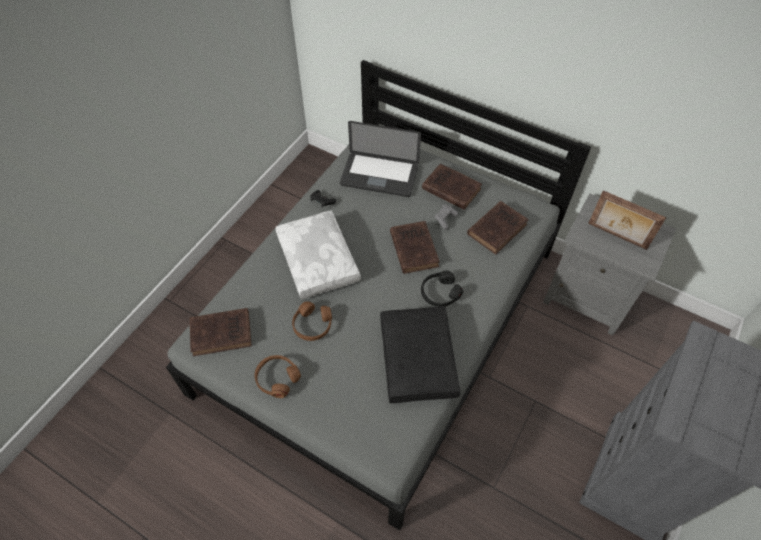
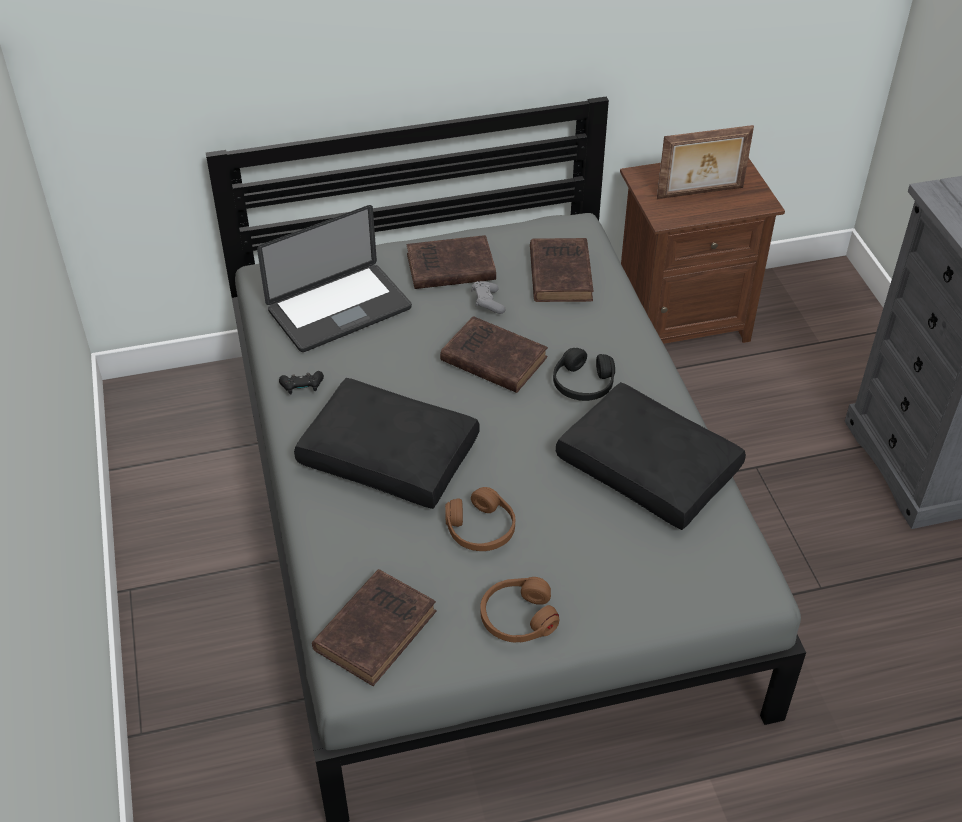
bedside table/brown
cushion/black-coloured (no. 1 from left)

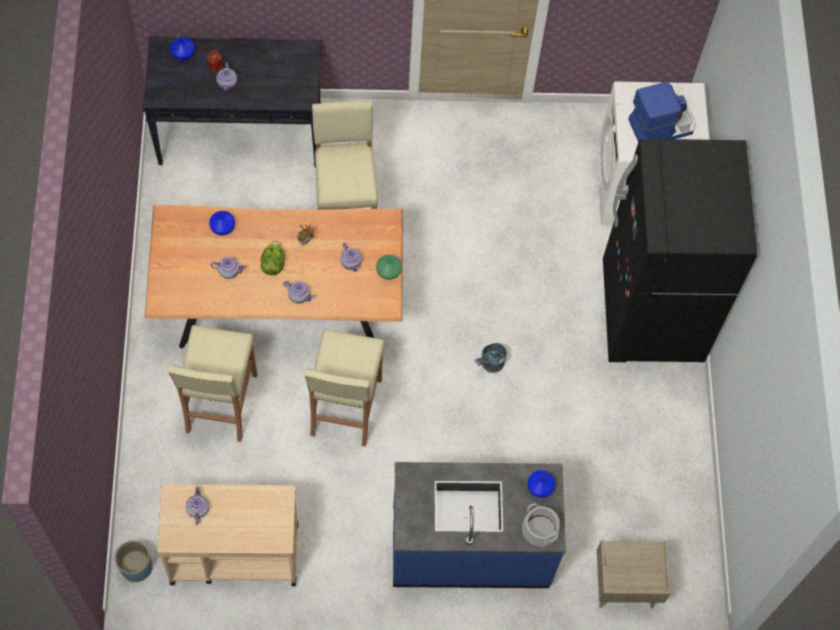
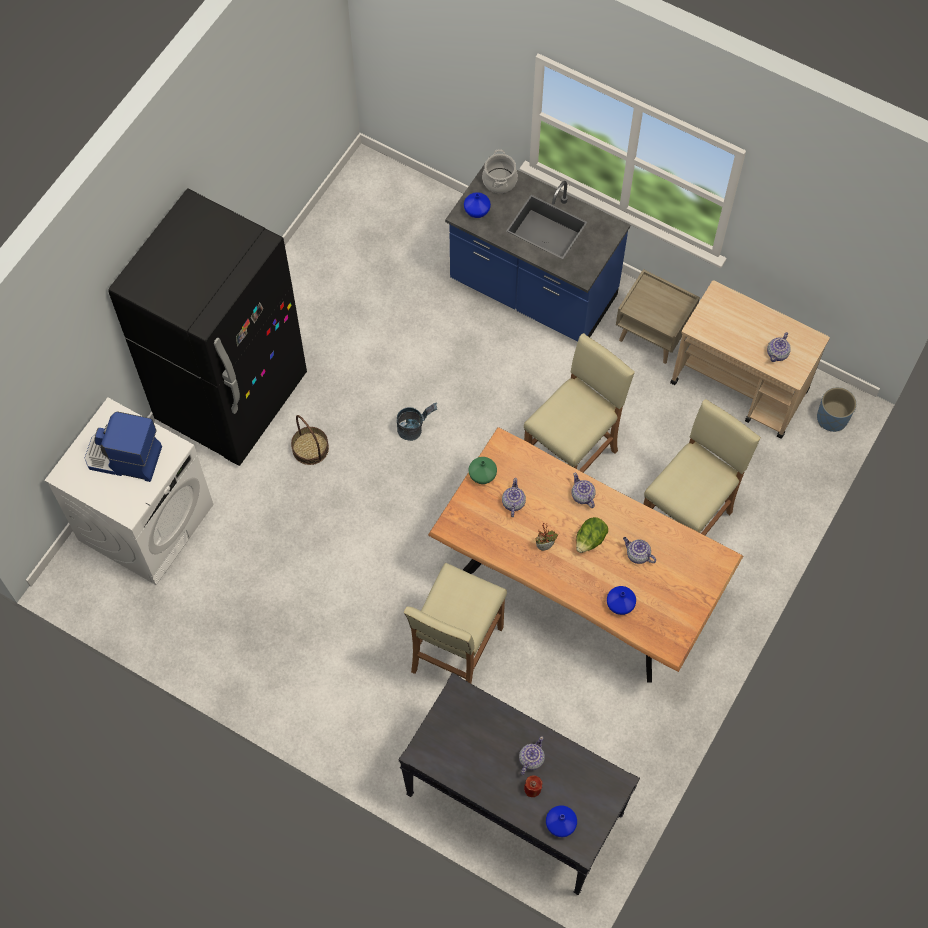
bedside table/beige
household basket

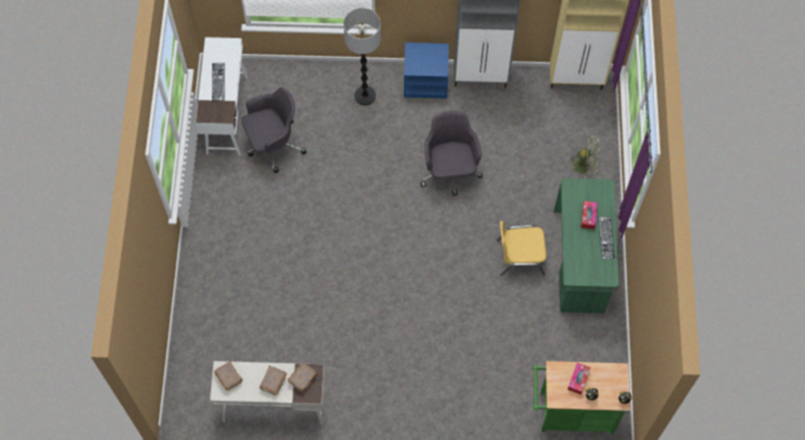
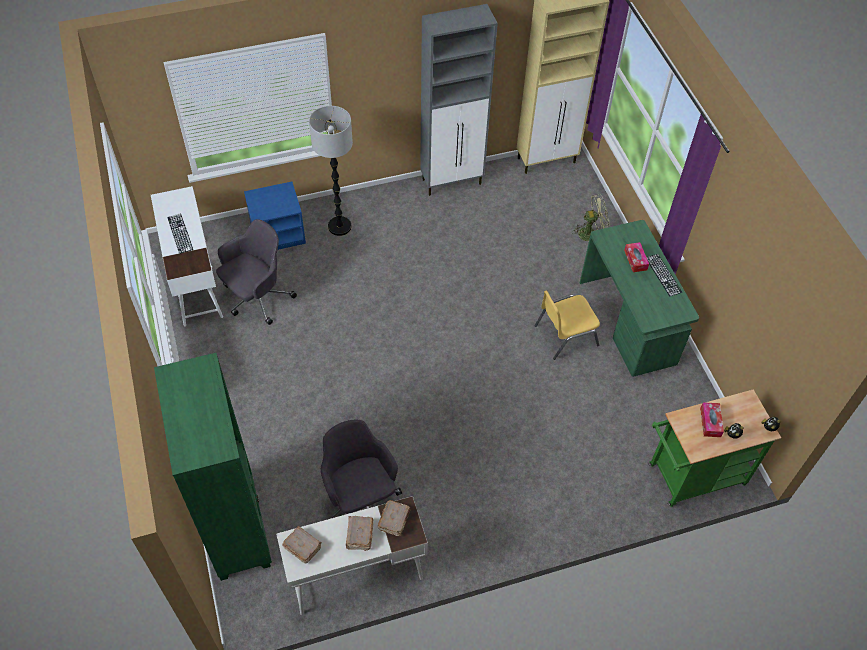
bedside table/blue
computer chair/gray (no. 2 from left)
shelving unit/green

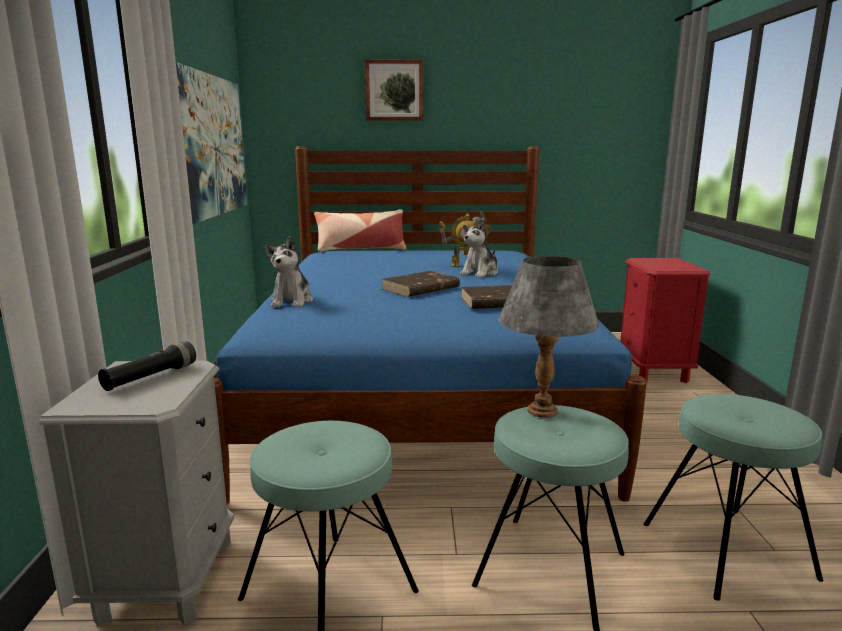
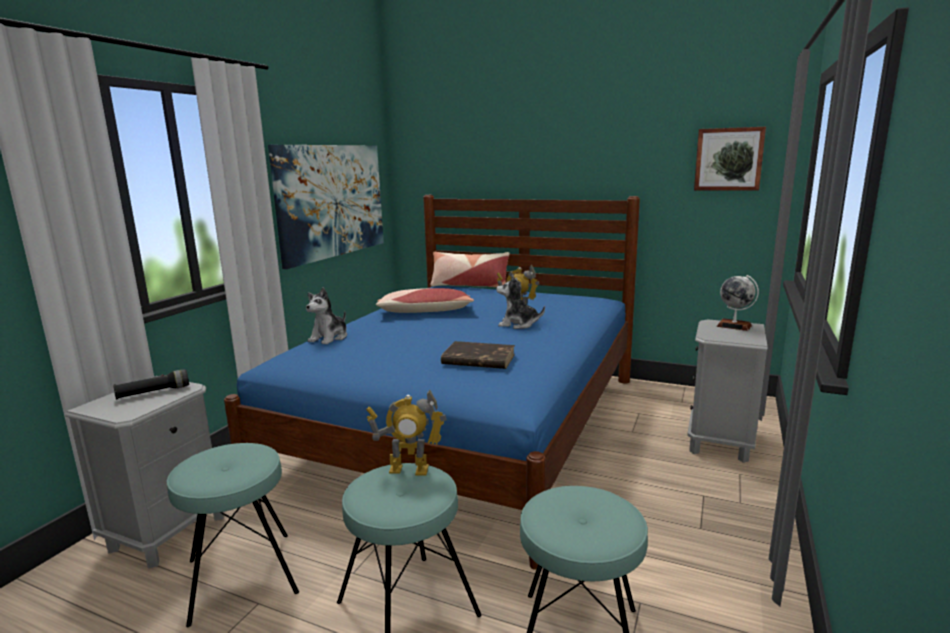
wall picture (no. 2 from left)
plush toy (no. 2 from left)
robot figure (no. 1 from left)
bedside table/gray (no. 2 from left)
bound book/brown (no. 1 from left in the first image)
desk globe
cushion (no. 1 from left)

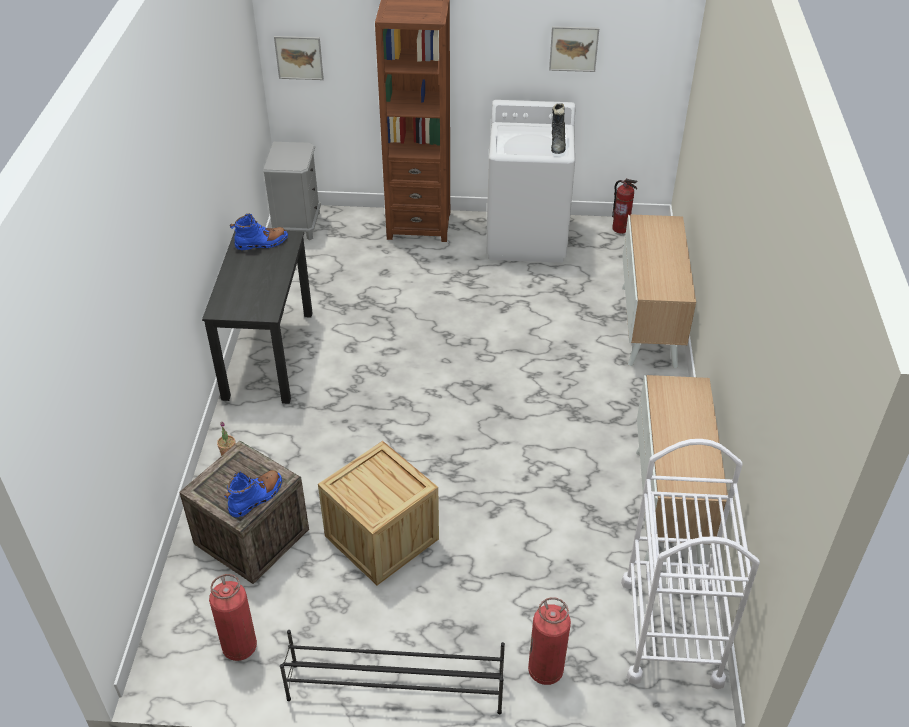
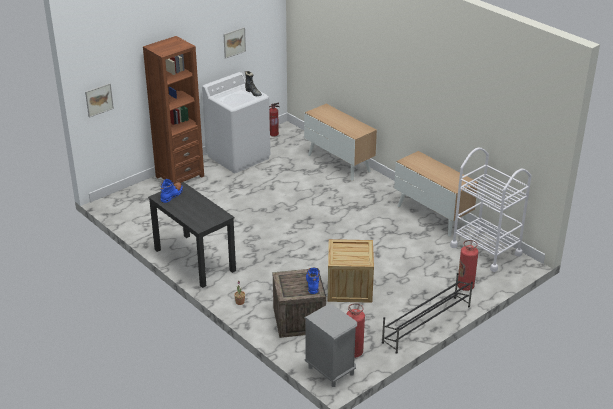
bedside table/gray

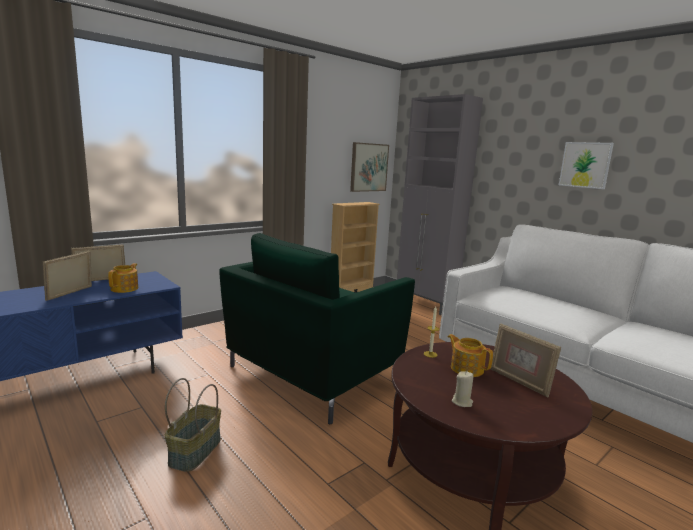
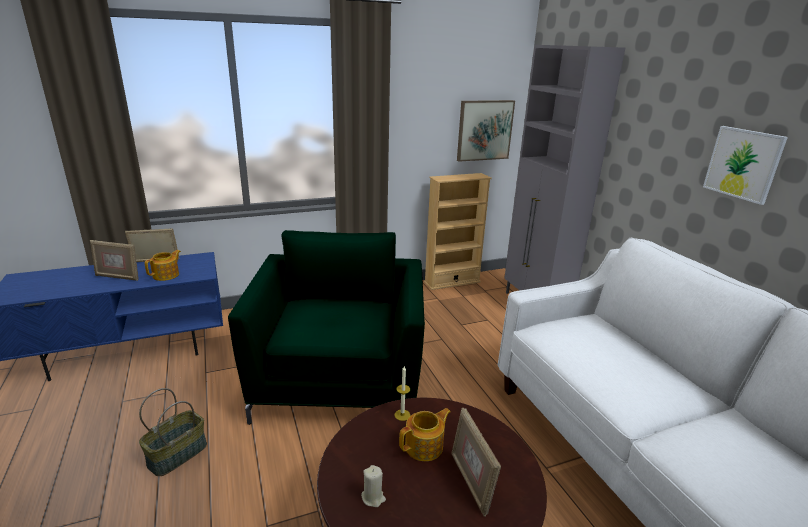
easy chair/green
standing frame (no. 1 from left)
tea pot (no. 2 from left)

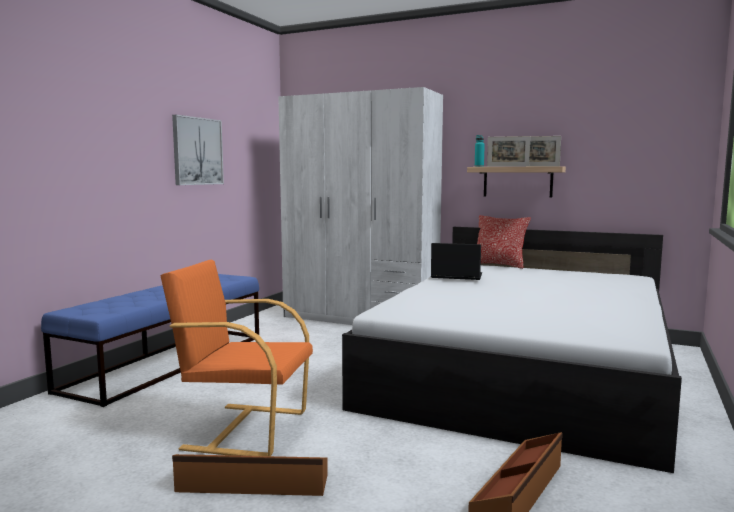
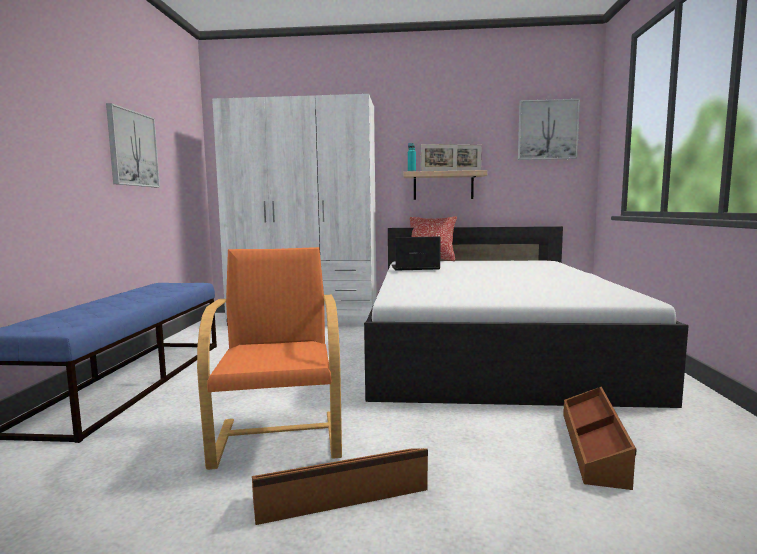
easy chair/orange
wall picture (no. 2 from left)

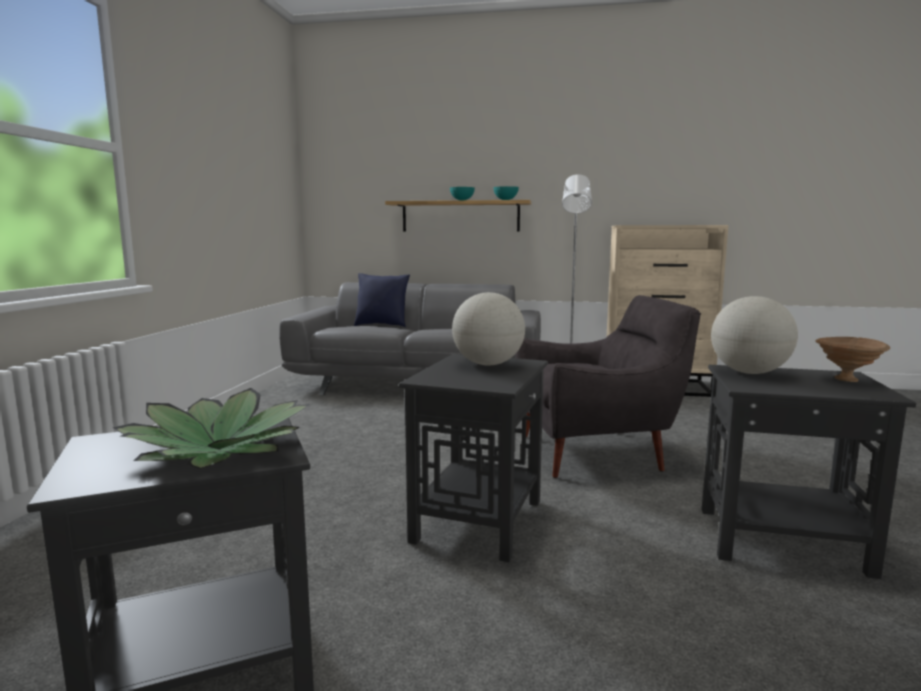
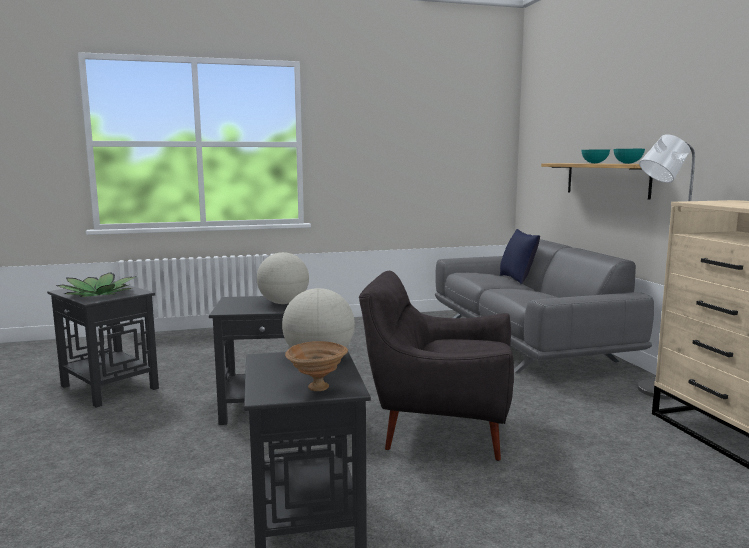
easy chair/gray

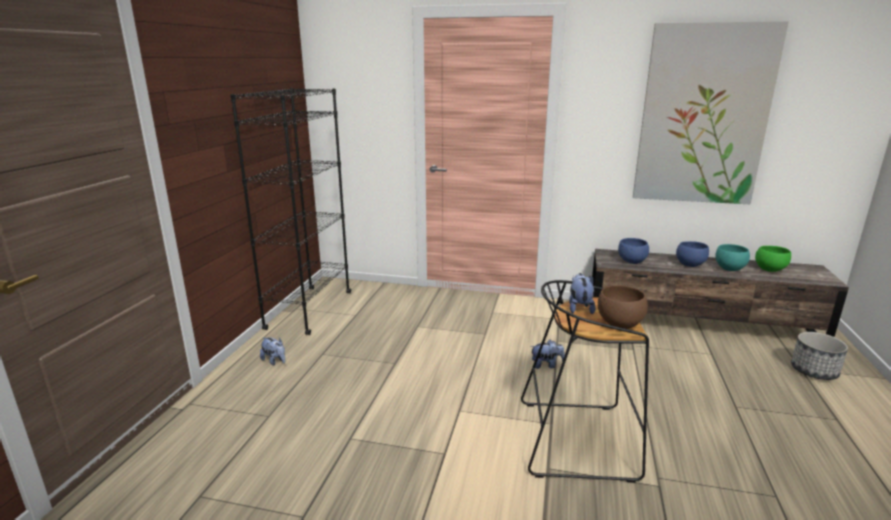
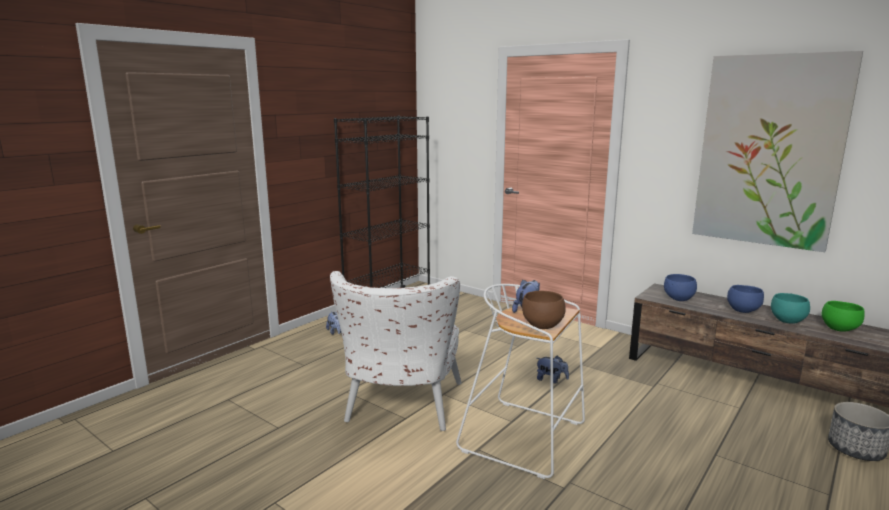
sitting stool/white-coloured
easy chair/white-coloured

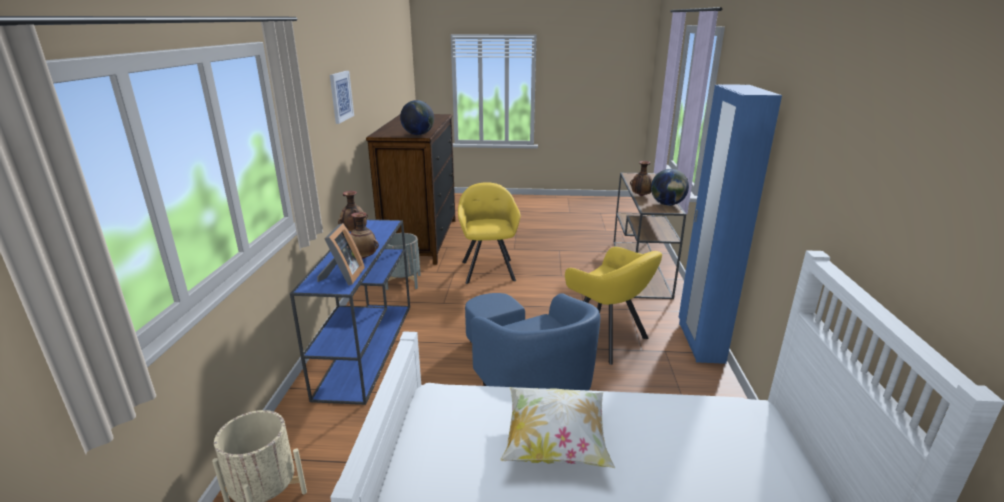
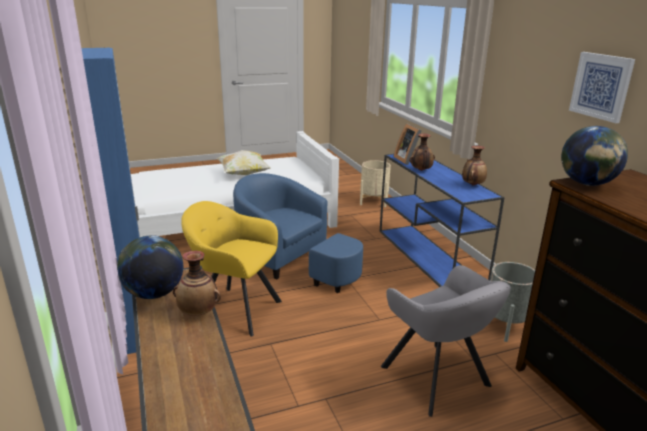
easy chair/gray

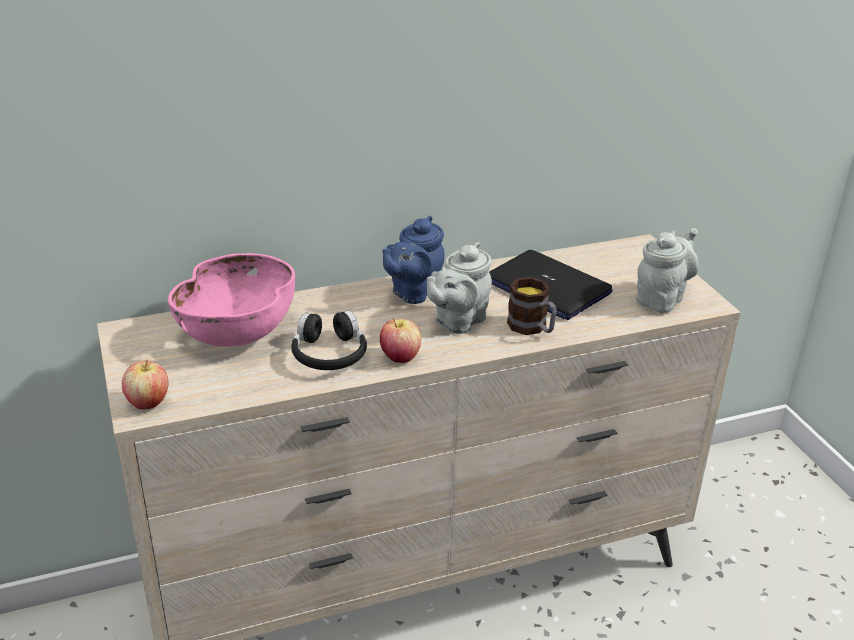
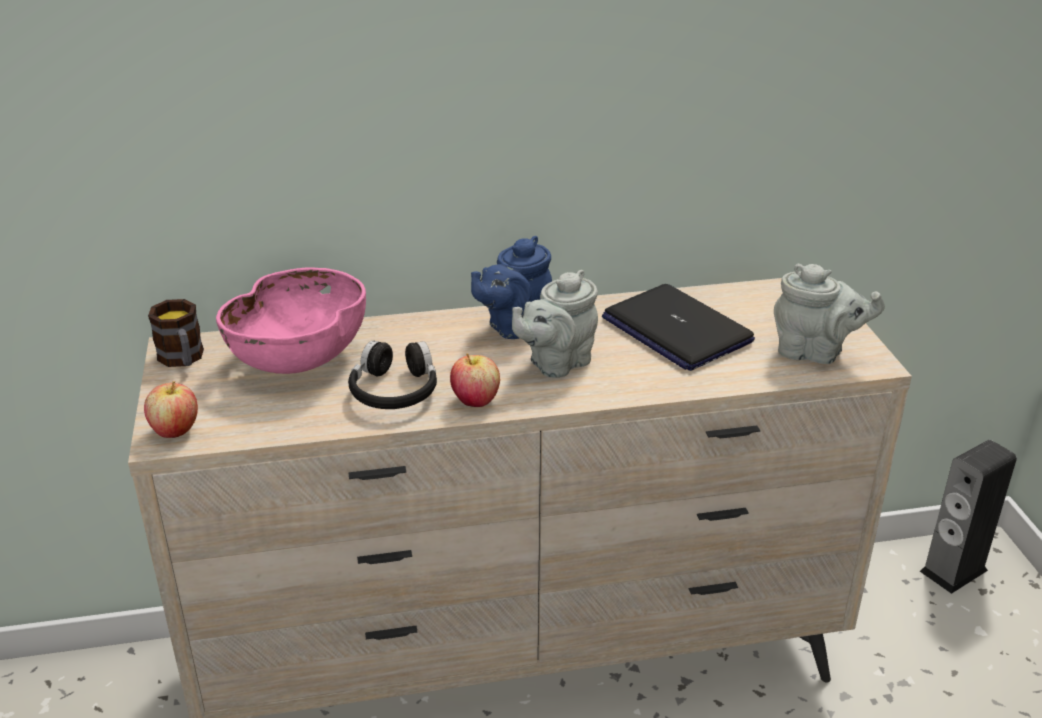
tea pot/gray (no. 2 from left)
coffee mug
speaker

